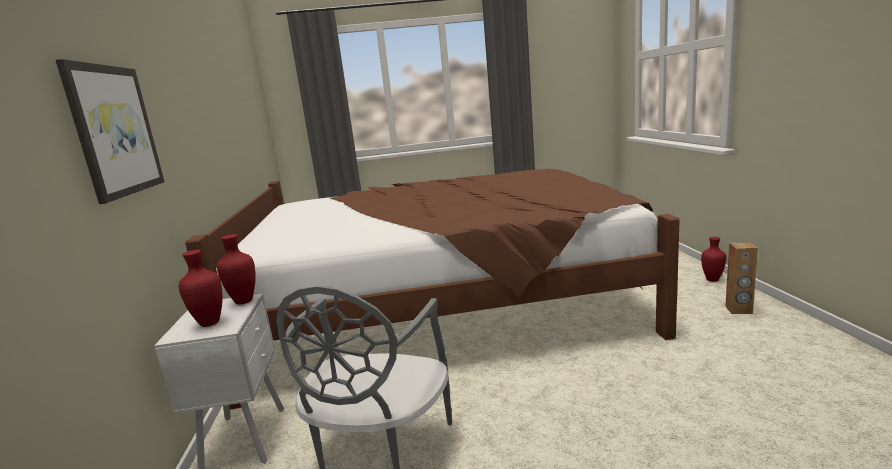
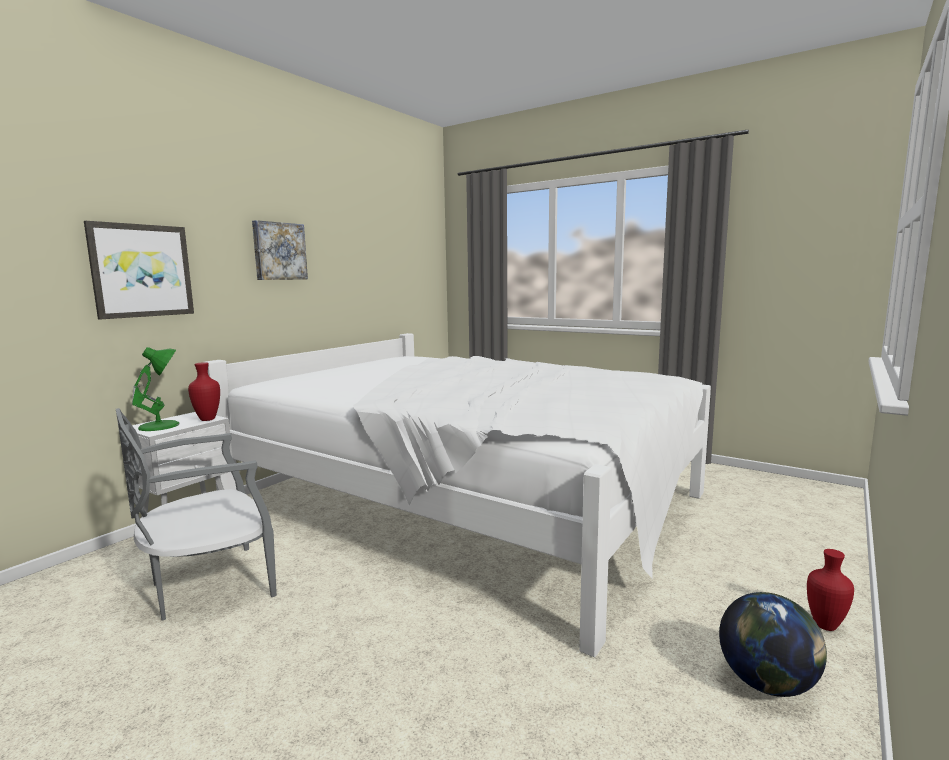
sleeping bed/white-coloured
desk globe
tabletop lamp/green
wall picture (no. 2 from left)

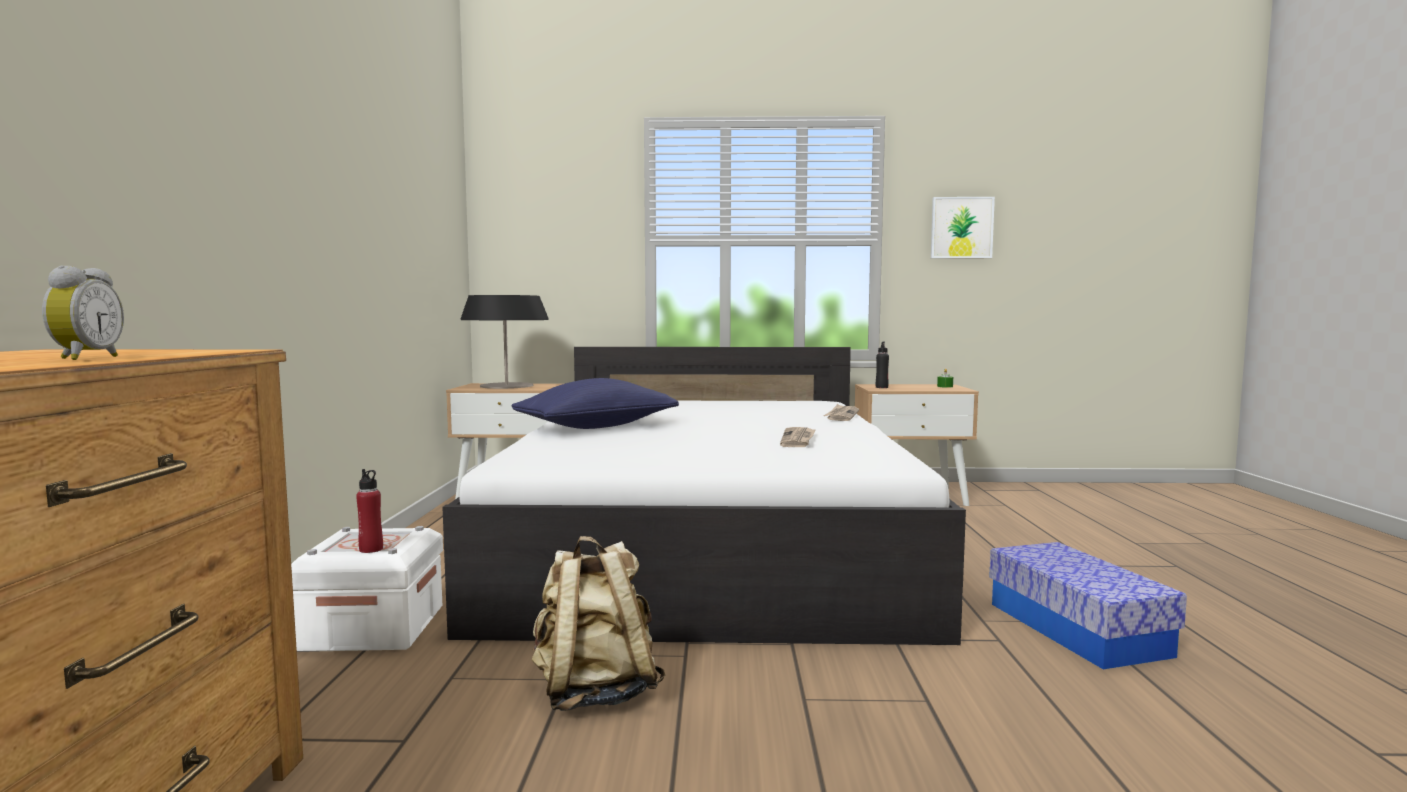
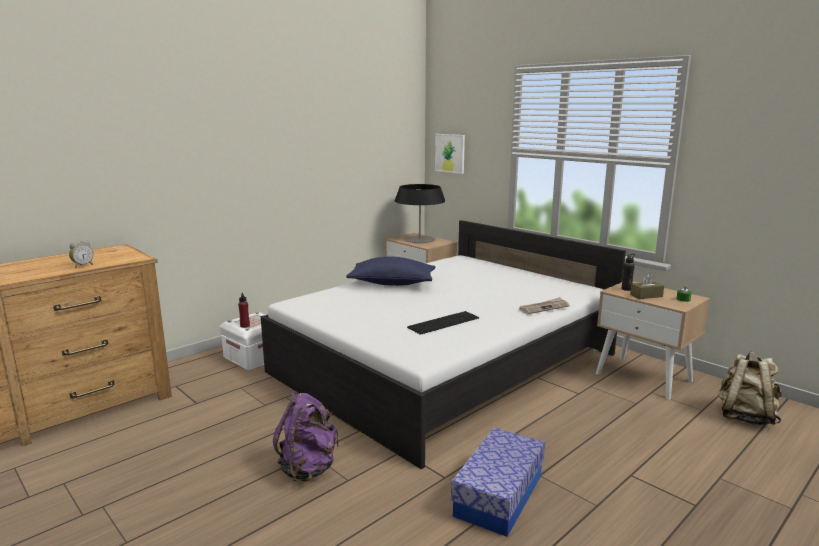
wall picture
computer keyboard
rucksack/beige
tissue holder/brown
rucksack/purplish

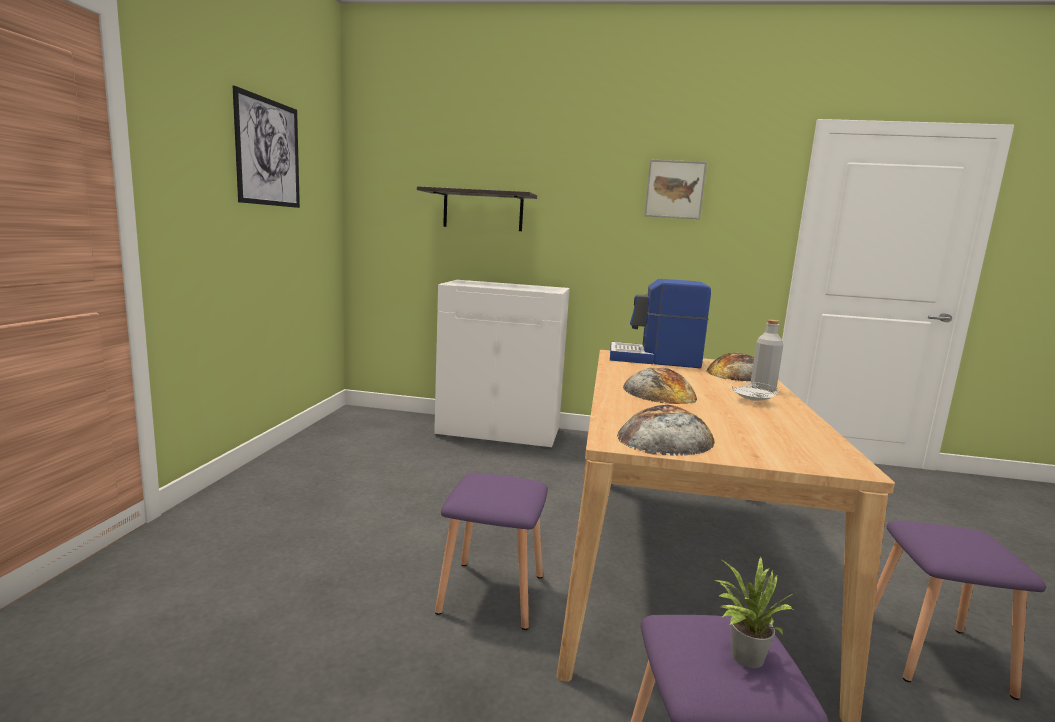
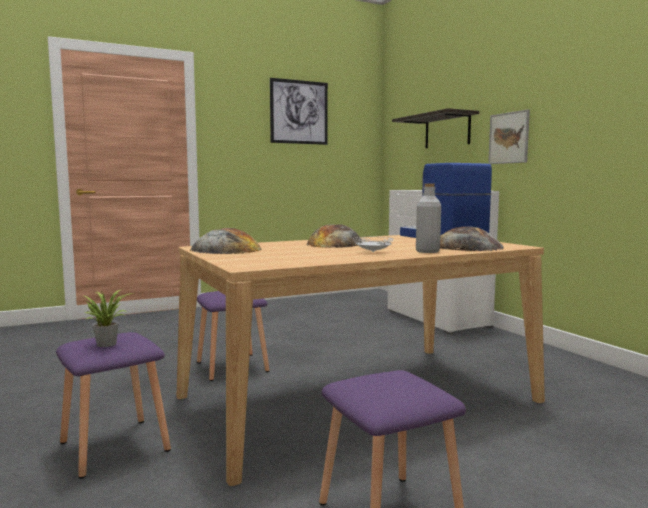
wall picture (no. 2 from left)

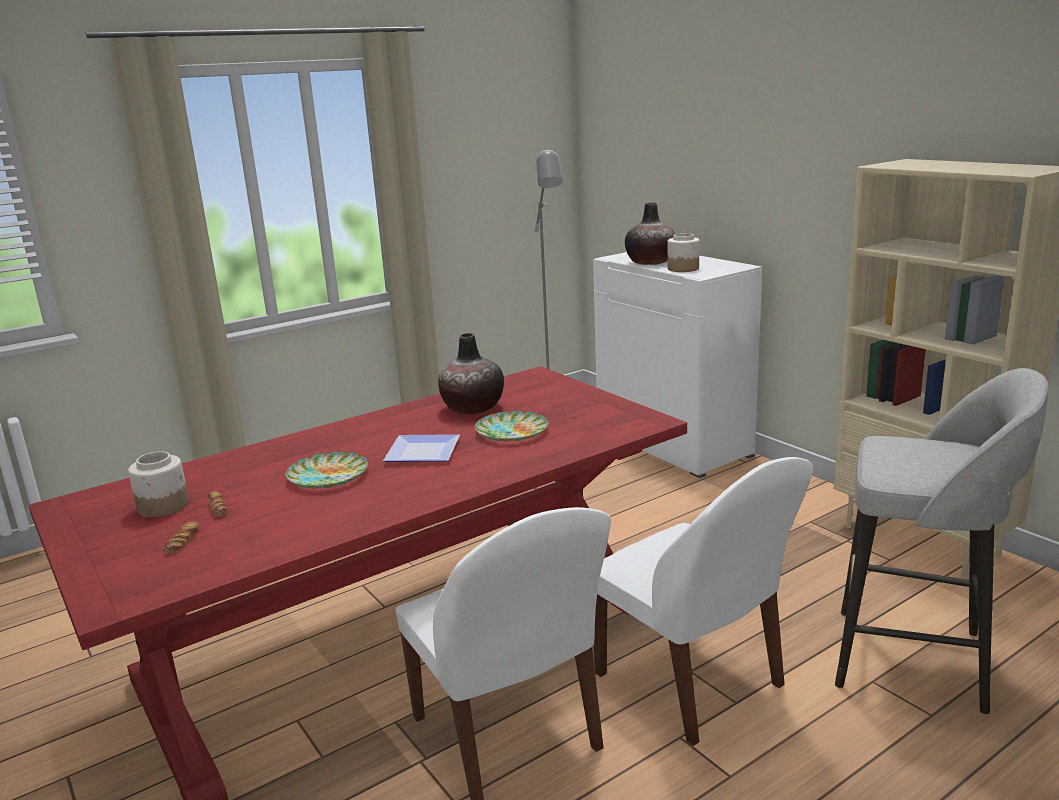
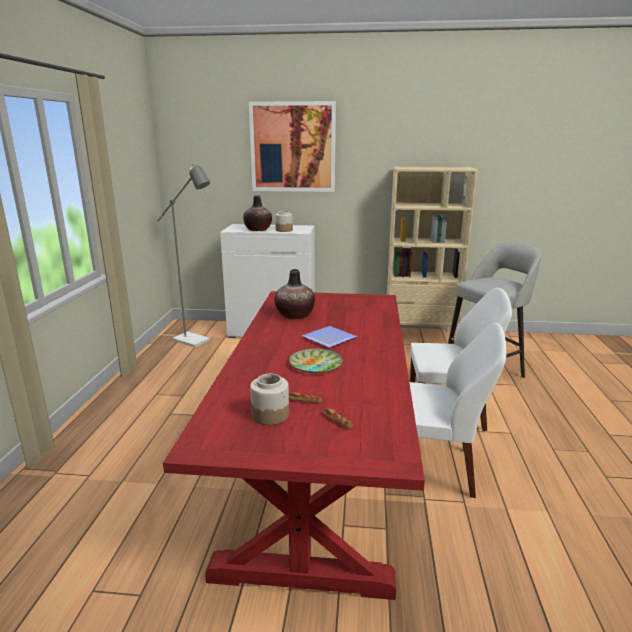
dinner plate (no. 3 from left in the first image)
wall picture

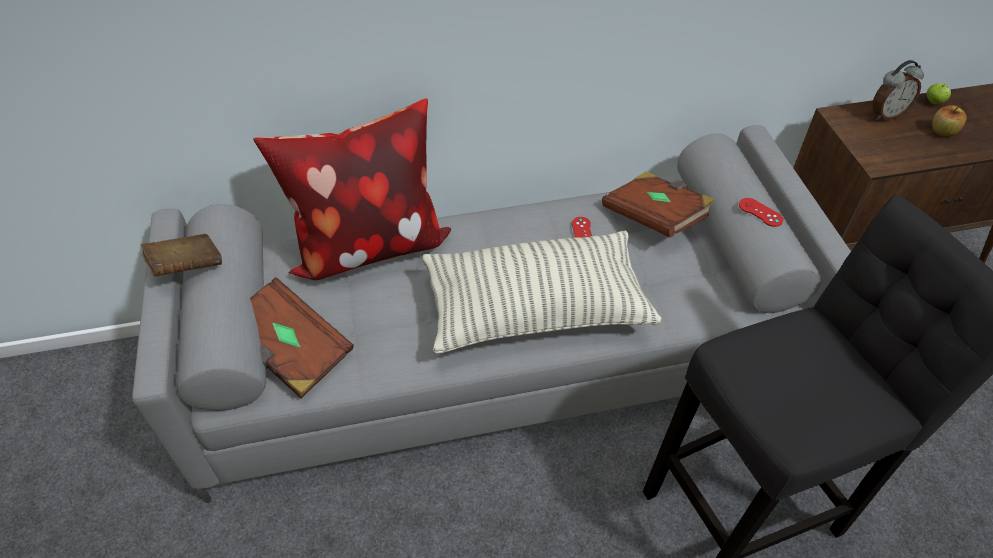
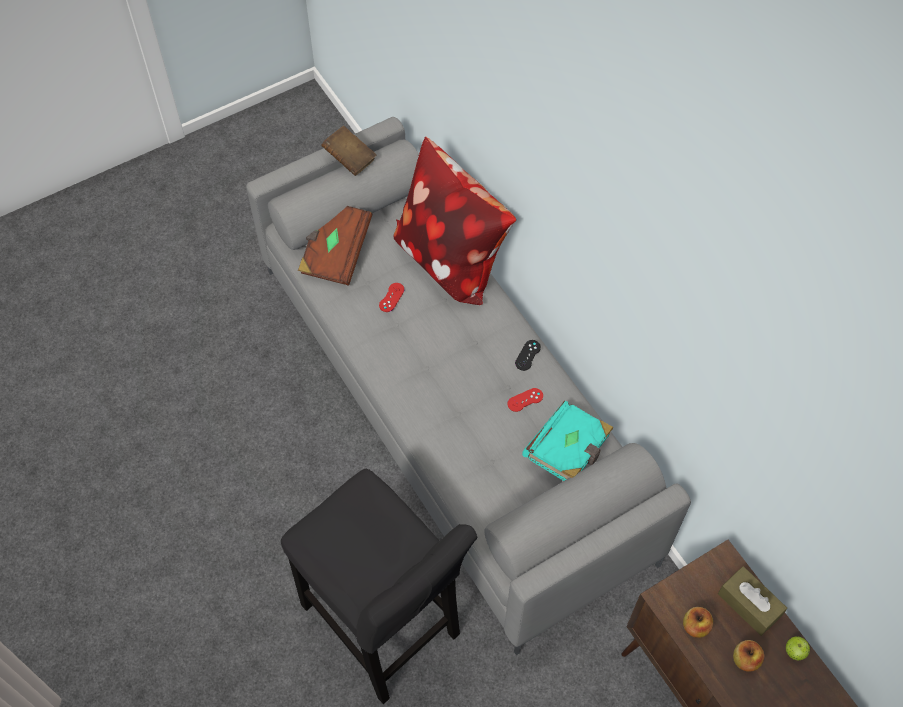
tissue holder/brown
bound book/blue-green
game controller/reddish (no. 1 from left)
cushion (no. 2 from left in the first image)
game controller/black-coloured
whole apple (no. 1 from left)

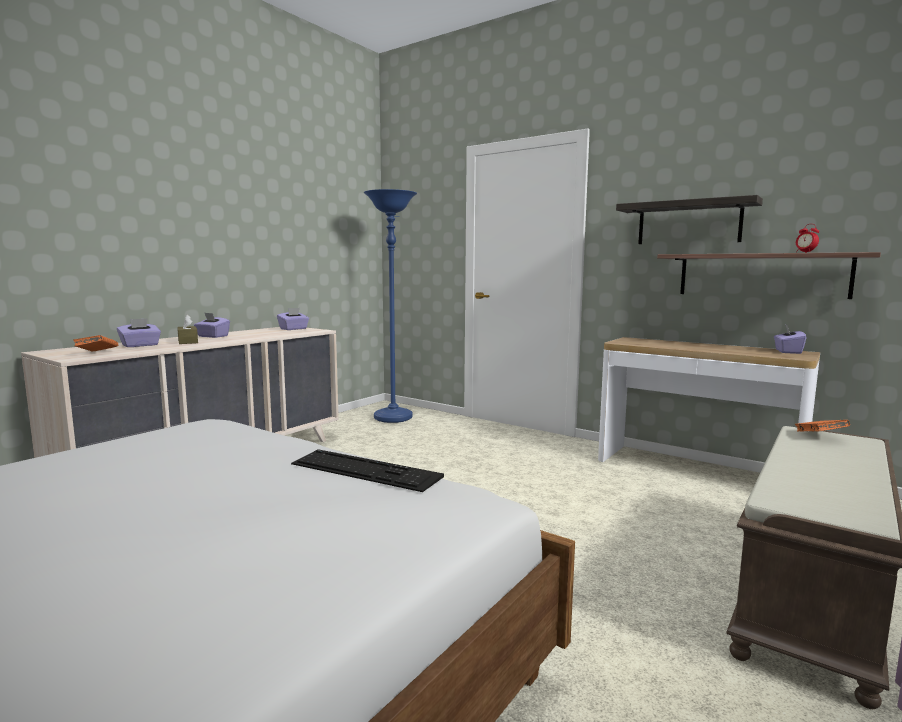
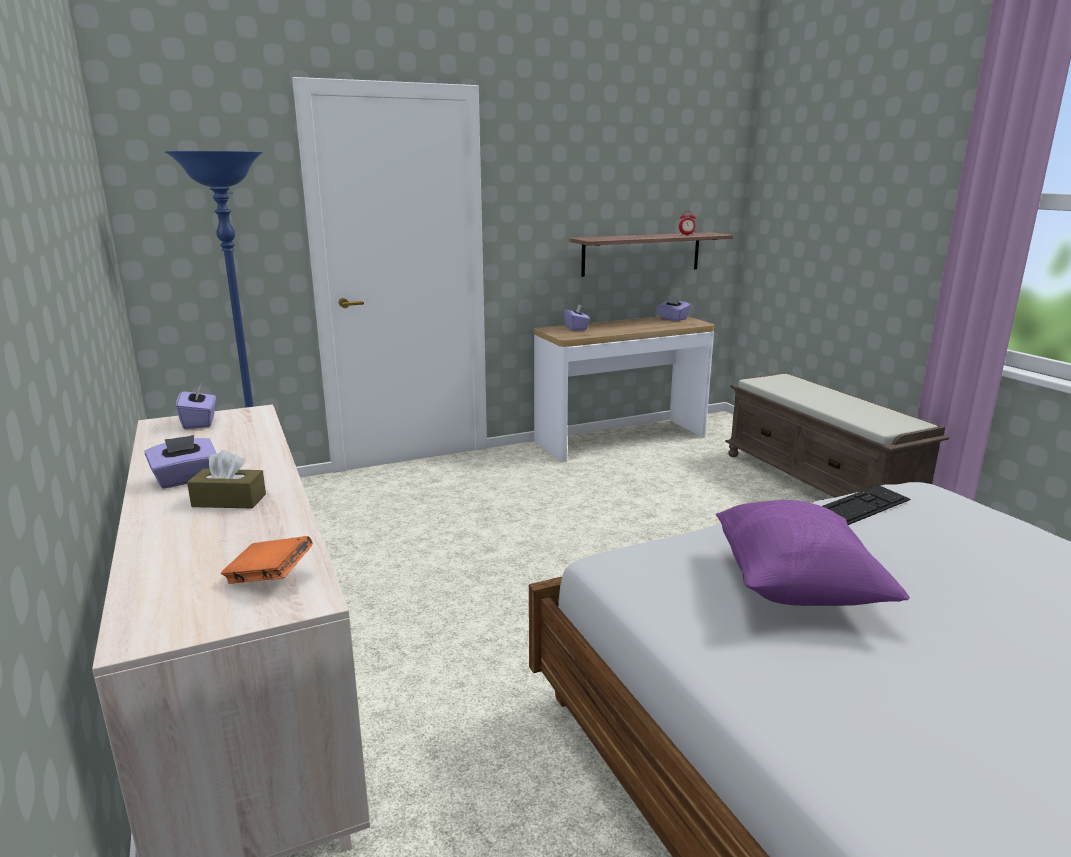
bracket shelf (no. 1 from left in the first image)
tissue holder/purplish (no. 3 from left)
bound book/orange (no. 2 from left in the first image)
cushion/purplish

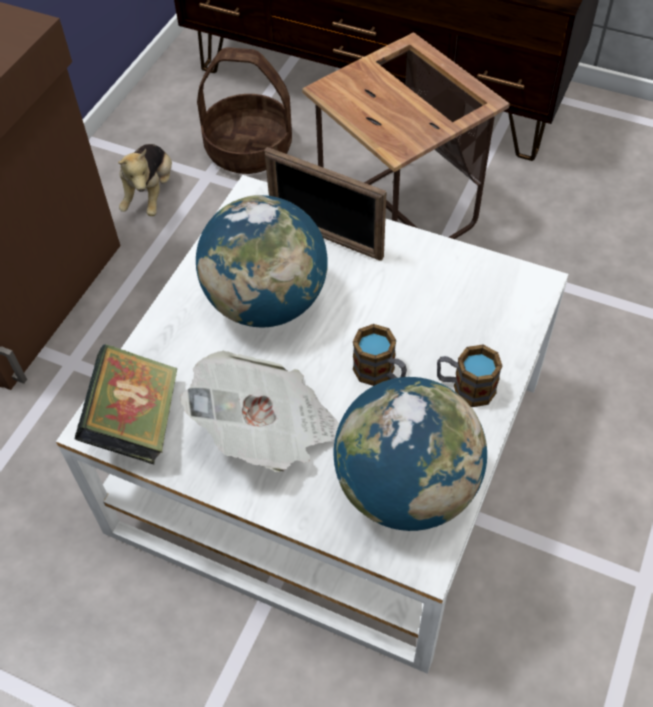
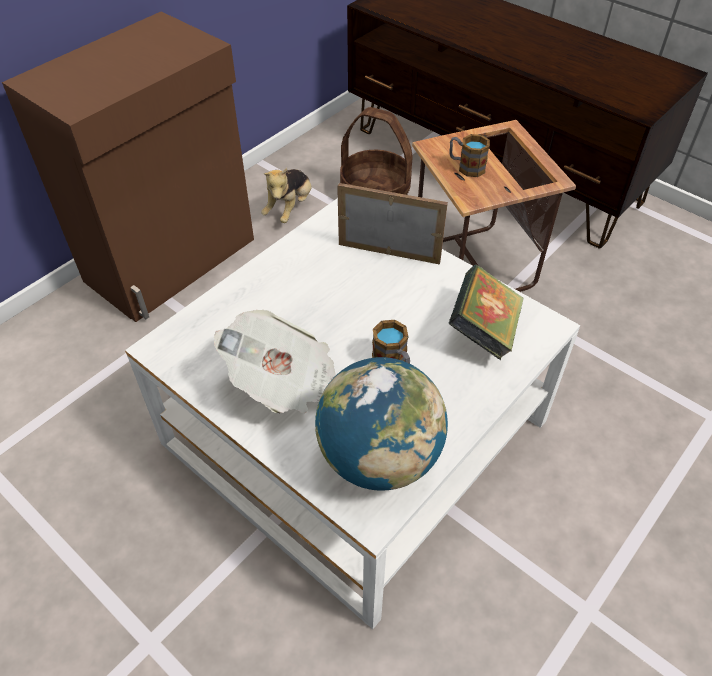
standing frame
desk globe (no. 1 from left in the first image)
bound book
coffee mug (no. 2 from left)

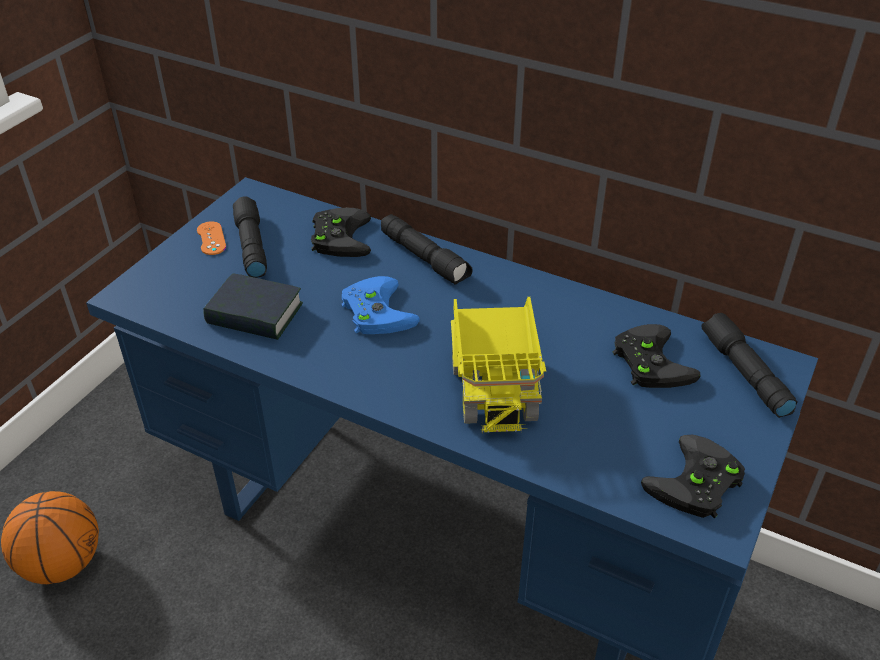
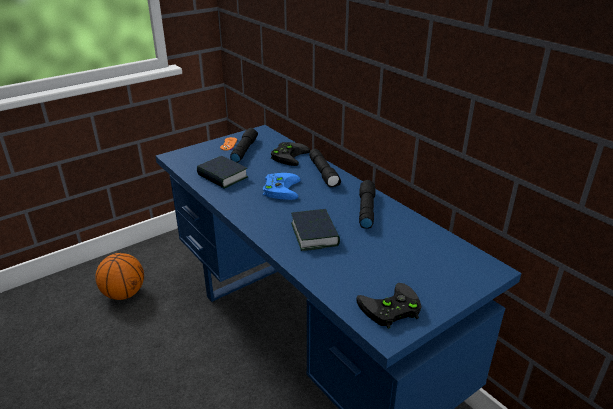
bound book (no. 2 from left)
torch/black-coloured (no. 3 from left)
game controller/black-coloured (no. 2 from left in the first image)

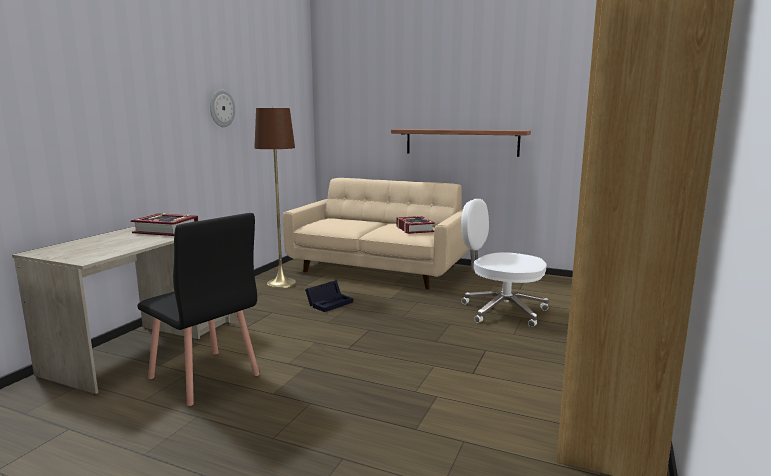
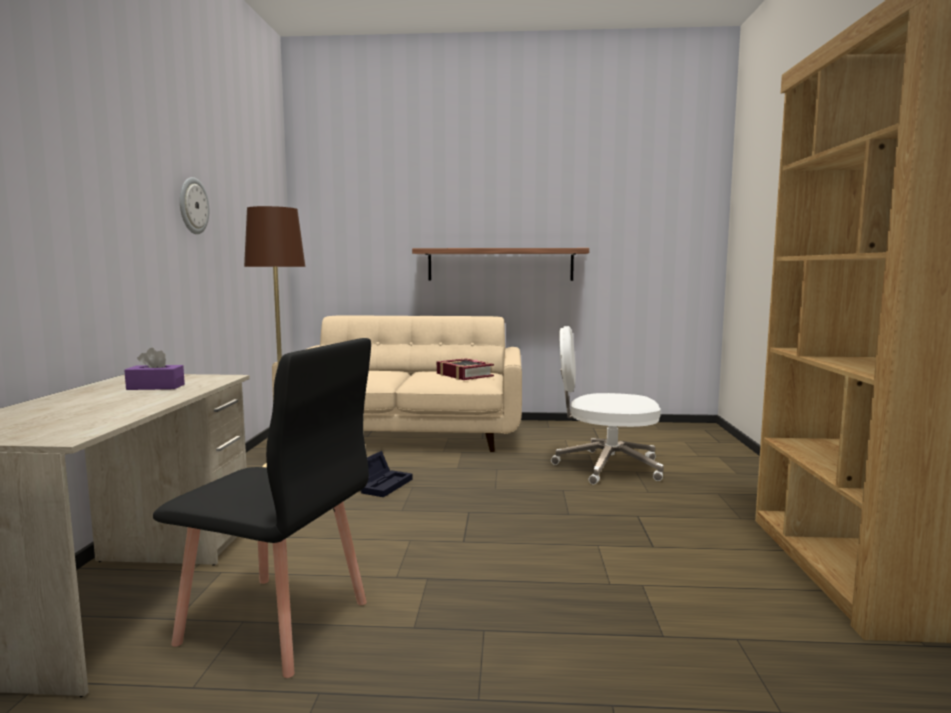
tissue holder/purplish

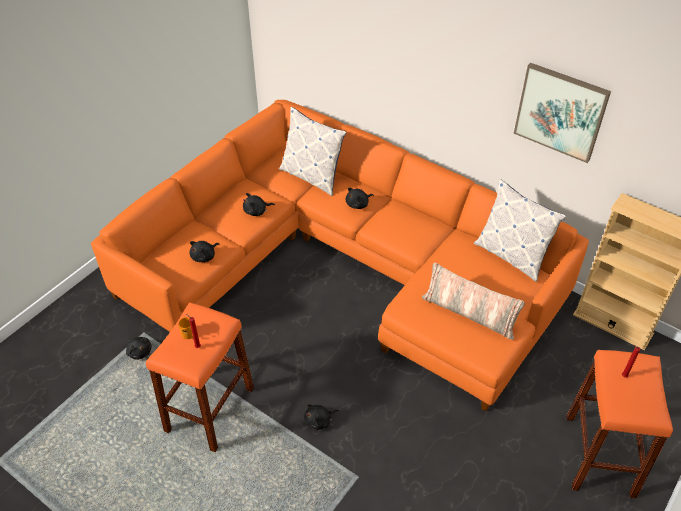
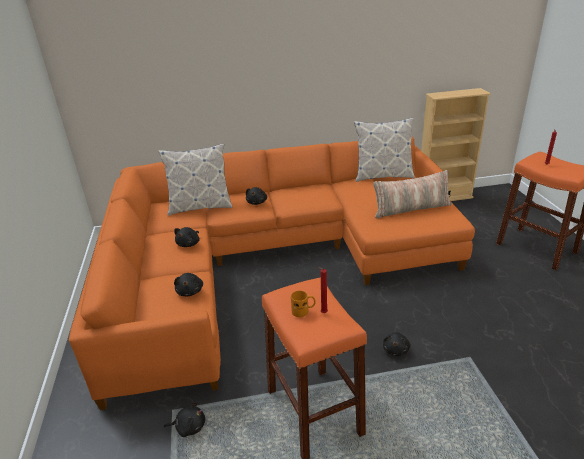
wall picture

